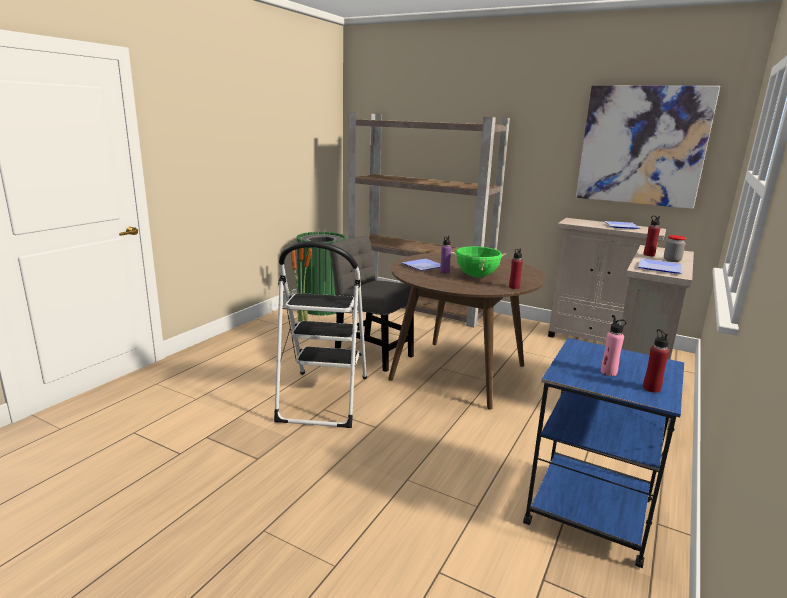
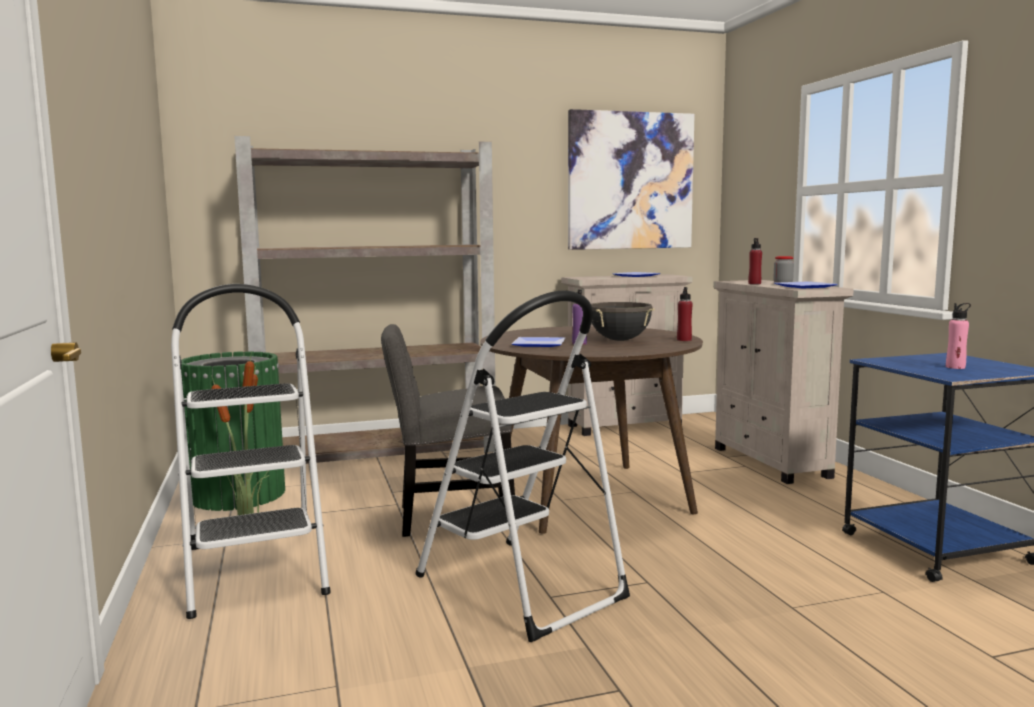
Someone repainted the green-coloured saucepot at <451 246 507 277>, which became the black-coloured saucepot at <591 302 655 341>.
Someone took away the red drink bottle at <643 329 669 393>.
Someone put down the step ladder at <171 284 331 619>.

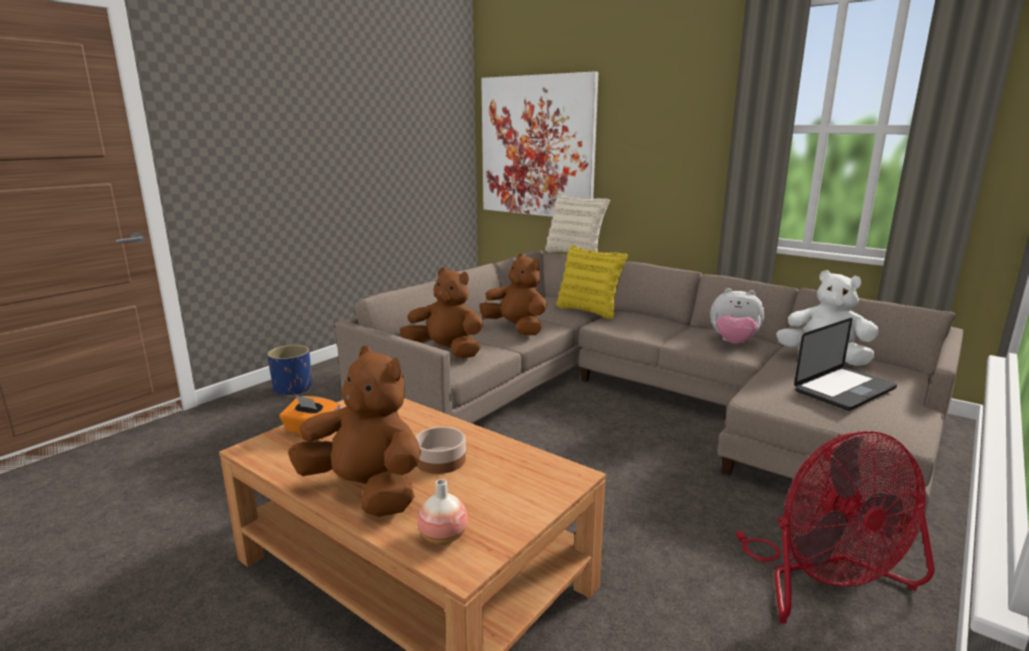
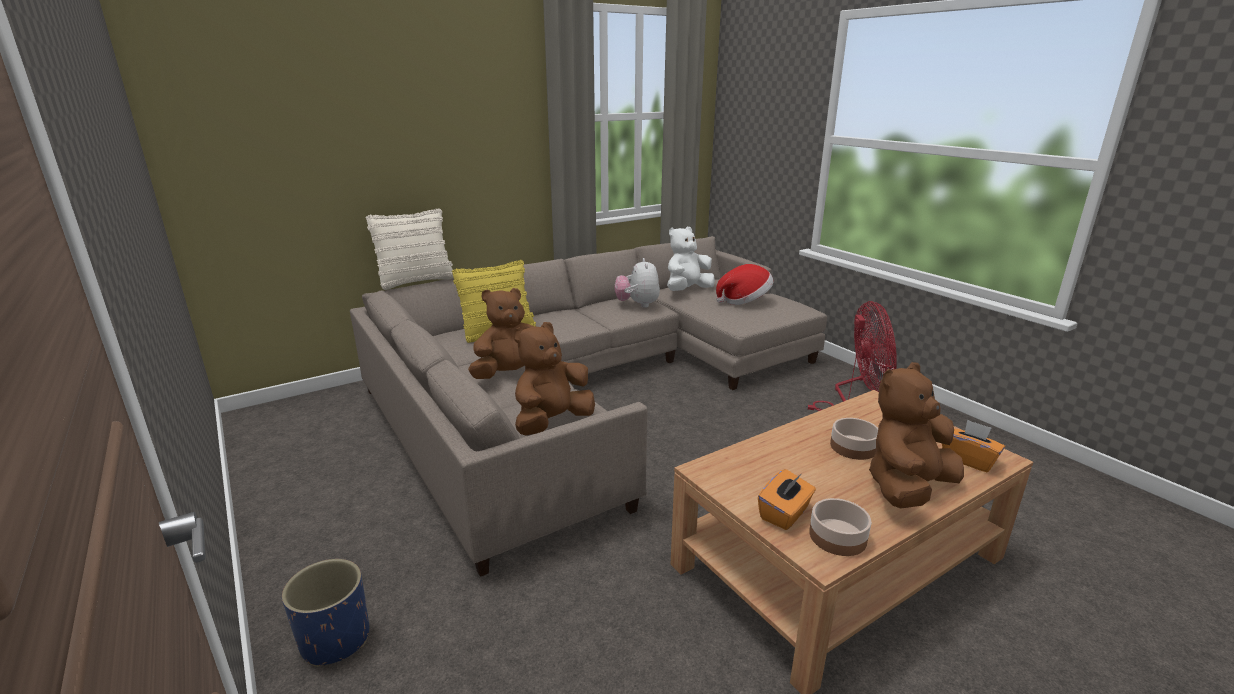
Someone swapped the decorative vase at <417 479 468 545> for the orange tissue holder at <942 419 1005 472>.
Someone took away the picture at <481 71 598 217>.
Someone rotated the plush toy at <710 288 764 344> by 135 degrees clockwise.
Someone swapped the notebook computer at <794 318 897 411> for the wearable hat at <716 264 773 305>.
Someone put down the serving bowl at <809 498 872 556>.

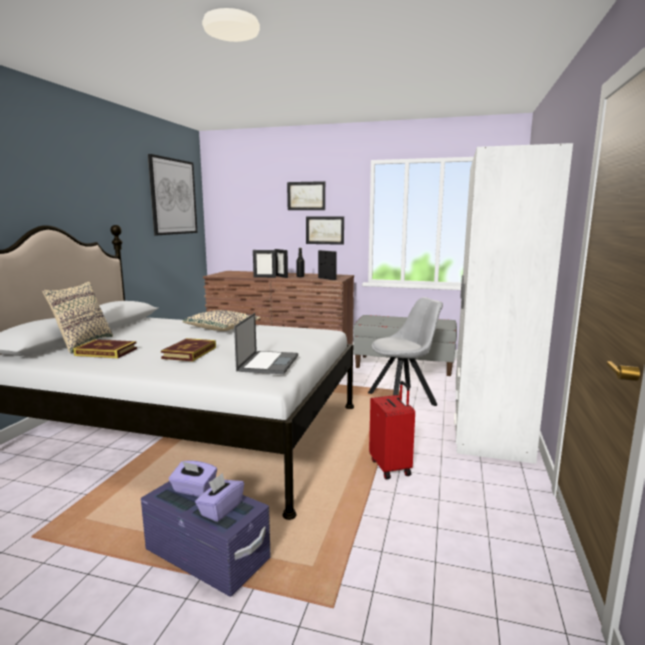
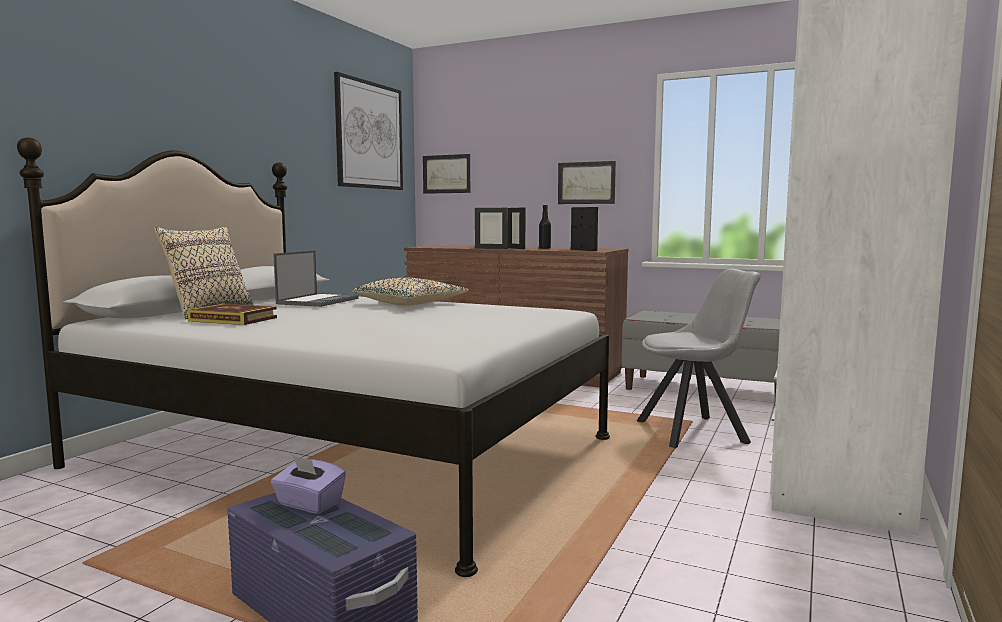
Someone took away the bound book at <161 338 216 361>.
Someone took away the purplish tissue holder at <195 473 244 522>.
Someone carried the notebook computer from <234 313 298 374> to <274 250 359 307>.
Someone carried the picture from <287 181 325 210> to <423 154 470 194>.
Someone took away the red suitcase at <369 381 415 479>.

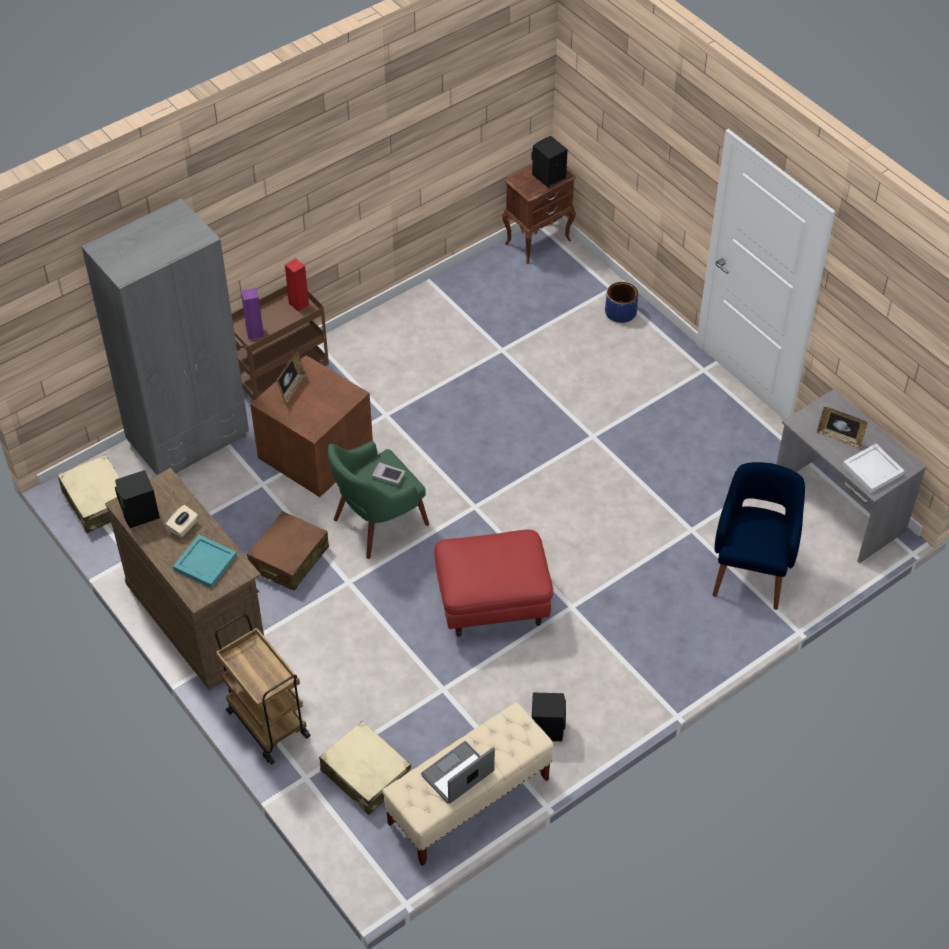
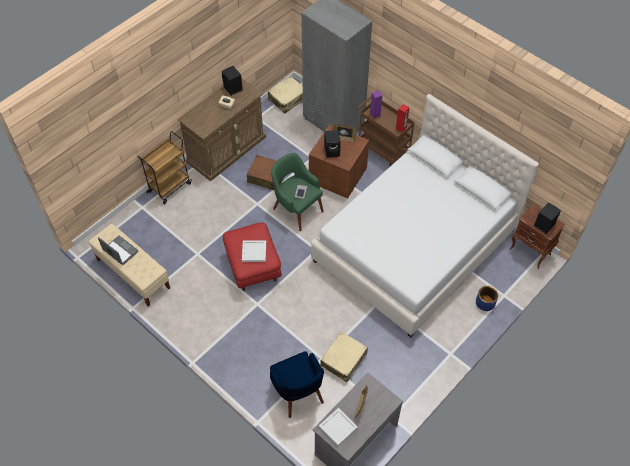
Someone took away the turquoise serving tray at <173 535 237 588>.
Someone carried the beige-coloured suitcase from <319 721 411 815> to <320 331 368 382>.
Someone carried the black-coloured speaker from <532 693 566 742> to <324 130 341 158>.
Someone rotated the bluish armchair at <712 462 805 610> by 60 degrees clockwise.
Someone put down the white serving tray at <242 240 266 262>.
Someone put down the white sleeping bed at <311 94 539 338>.

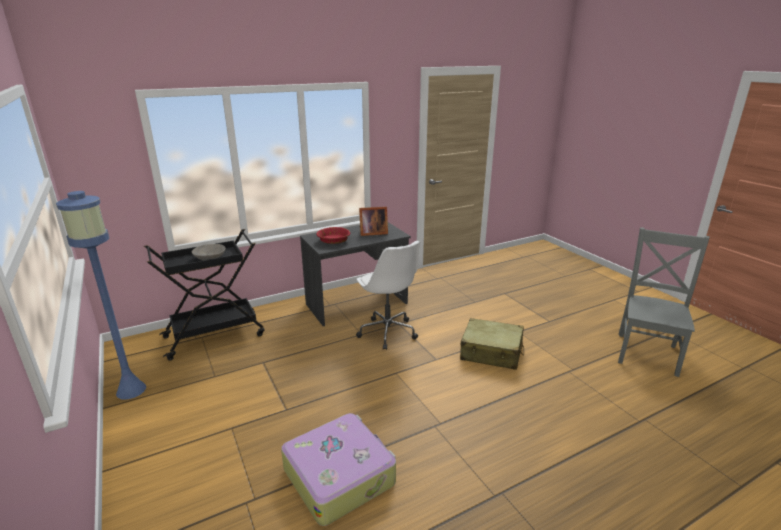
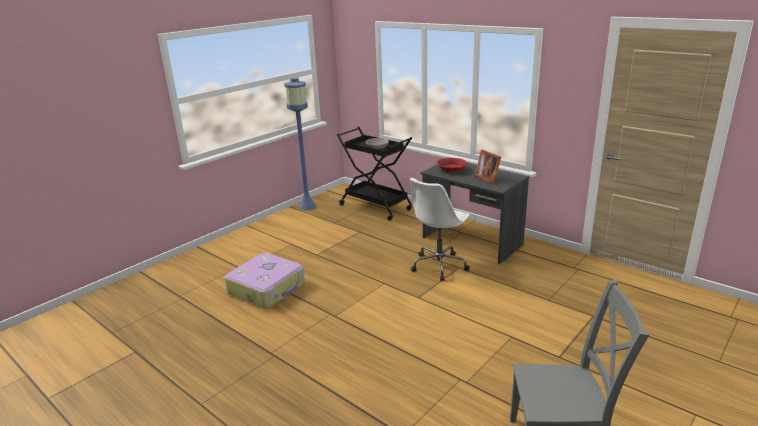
Someone took away the beige-coloured suitcase at <460 318 524 370>.

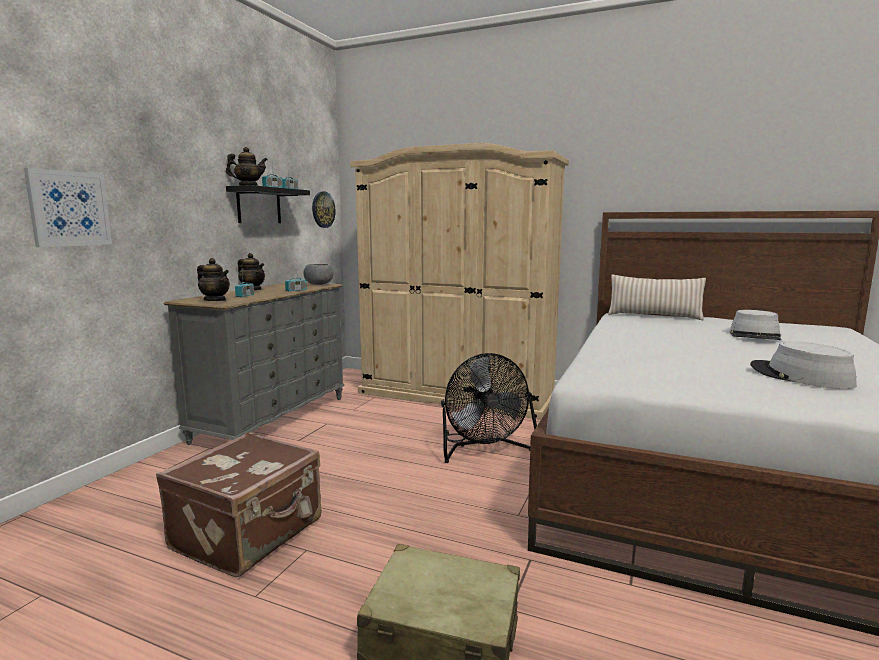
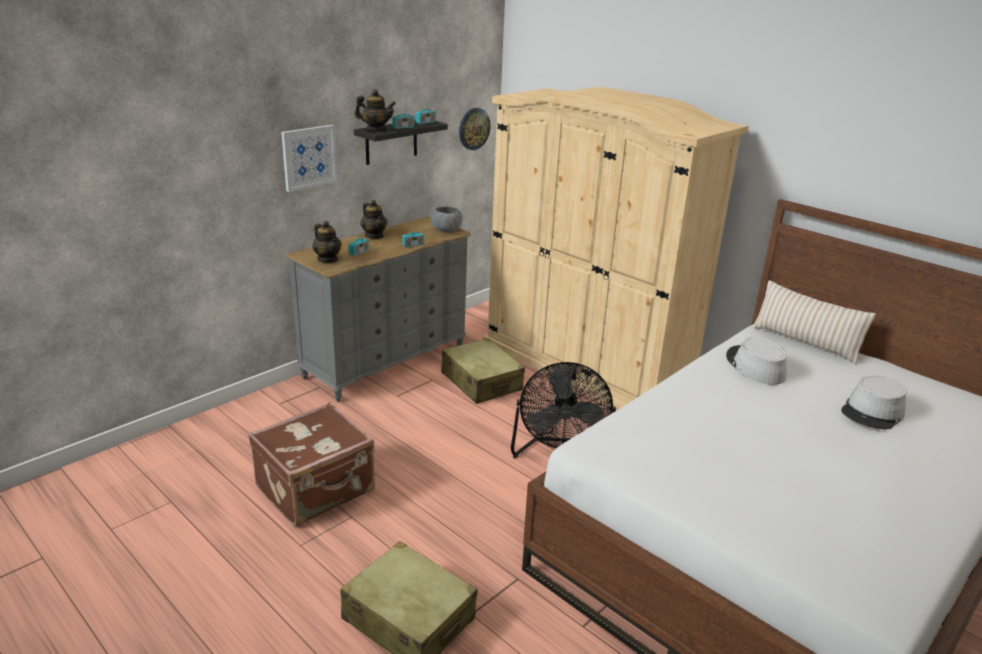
Someone carried the picture from <24 168 112 247> to <281 125 337 192>.
Someone carried the gray wearable hat from <750 341 857 389> to <726 337 787 385>.
Someone put down the beige-coloured suitcase at <441 338 525 404>.

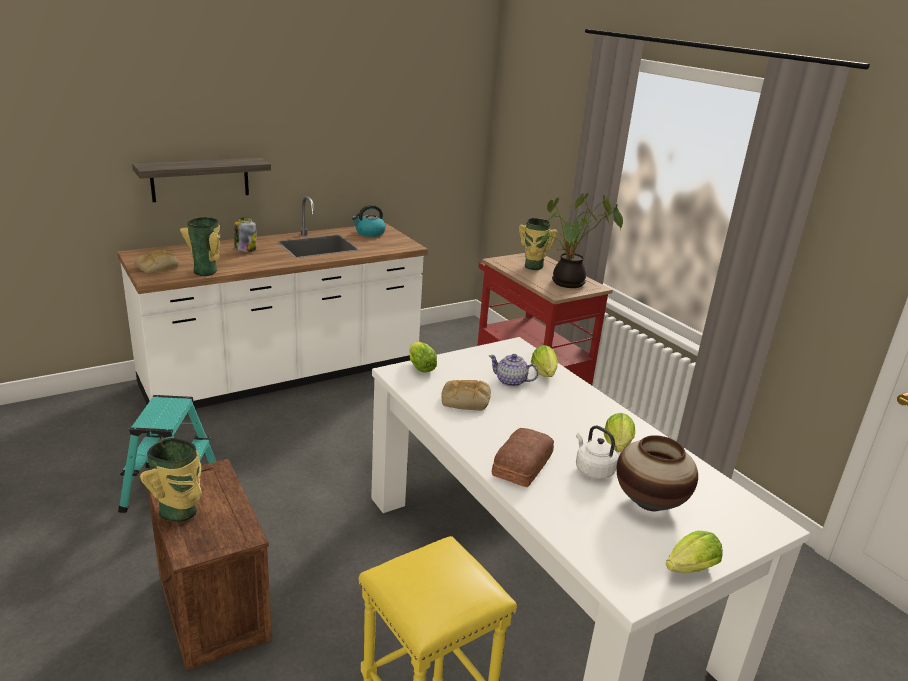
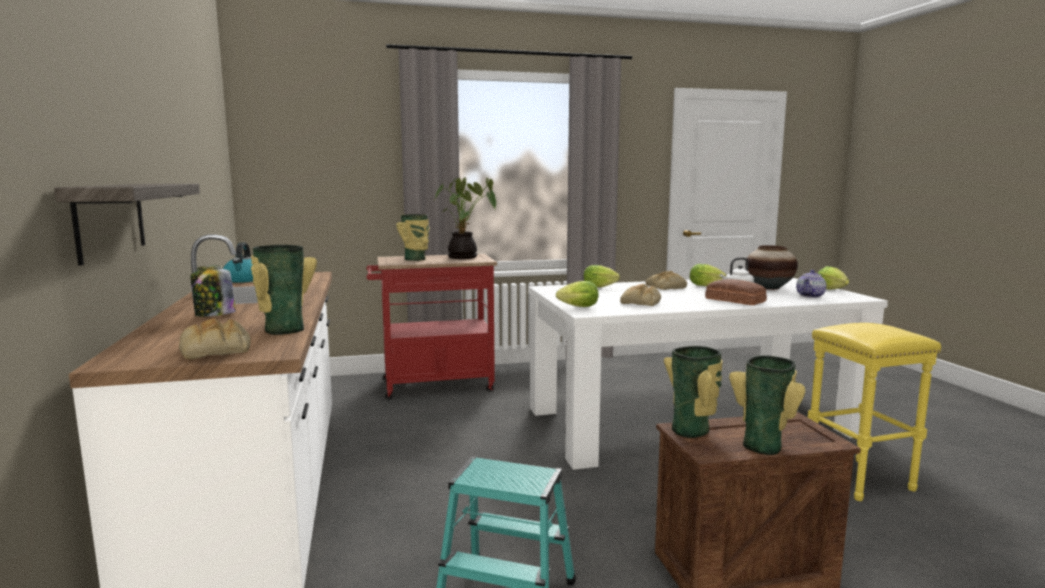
Someone carried the teapot from <489 354 539 387> to <796 270 826 298>.
Someone put down the bread at <645 271 687 290>.
Someone put down the decorative vase at <664 346 723 438>.

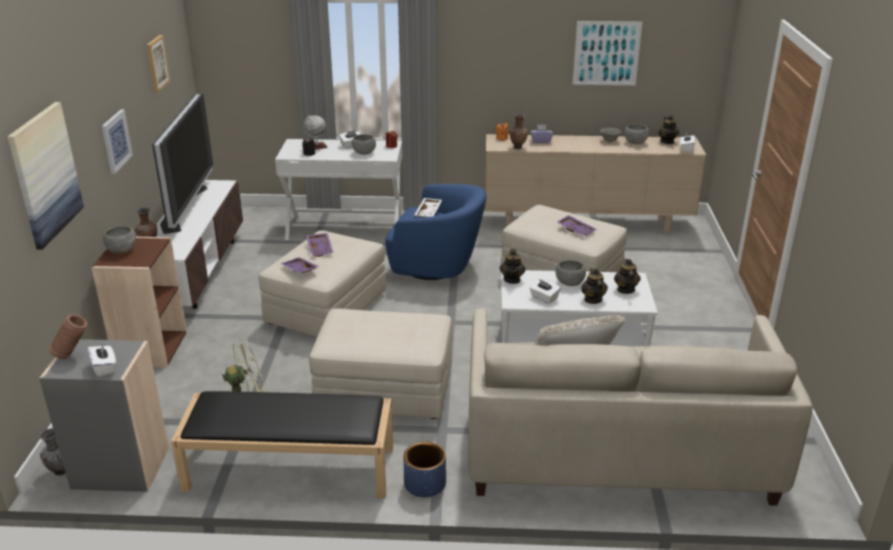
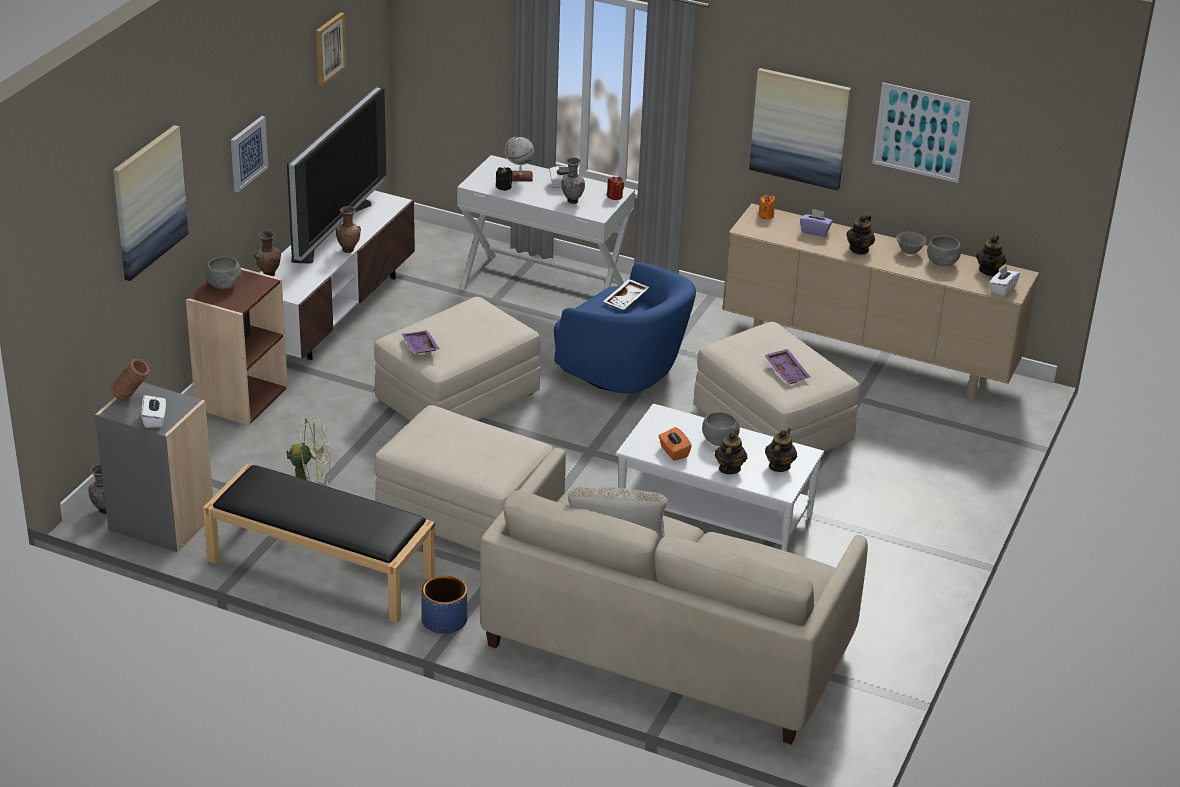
Someone took away the purplish serving tray at <306 233 333 257>.
Someone swapped the gray serving bowl at <352 134 376 155> for the gray decorative vase at <561 157 585 204>.
Someone carried the teapot from <500 249 525 284> to <846 214 875 255>.
Someone carried the brown-coloured decorative vase from <510 114 528 149> to <336 206 361 253>.
Someone repainted the white tissue holder at <530 279 561 304>, which became the orange tissue holder at <659 427 692 461>.
Someone put up the picture at <749 68 851 191>.

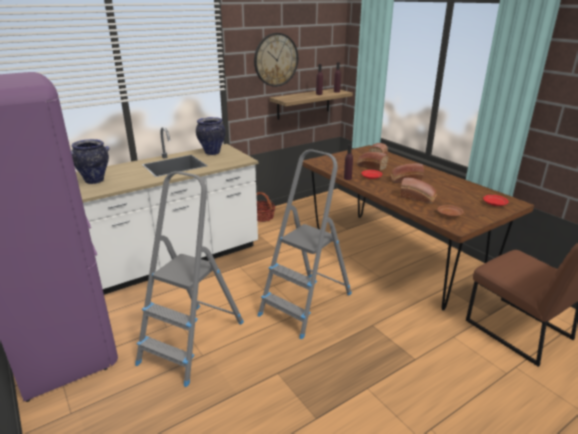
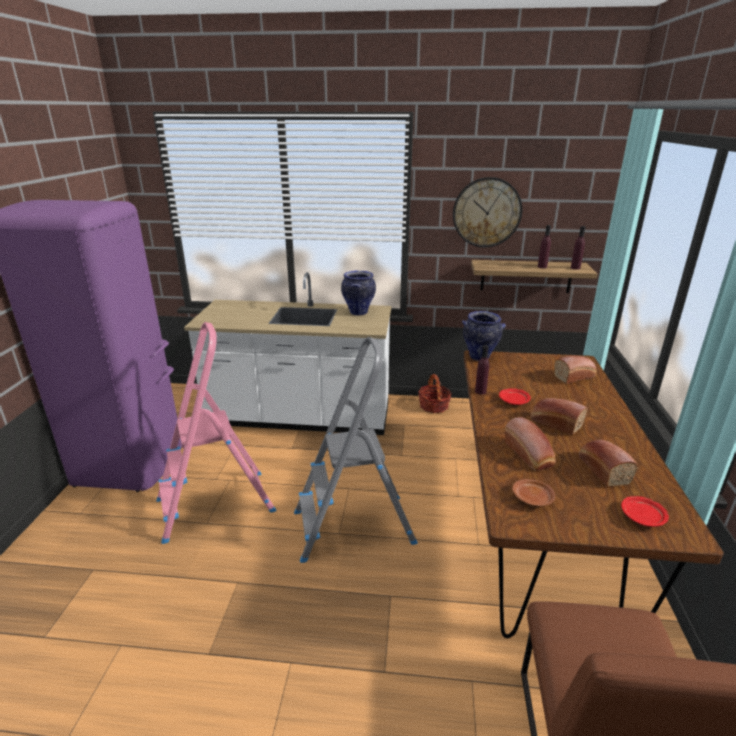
Someone carried the decorative vase from <71 139 109 184> to <462 311 506 361>.
Someone repainted the gray step ladder at <135 171 244 387>, which became the pinkish step ladder at <156 322 276 544>.
Someone carried the bread from <357 152 388 171> to <579 440 639 487>.

